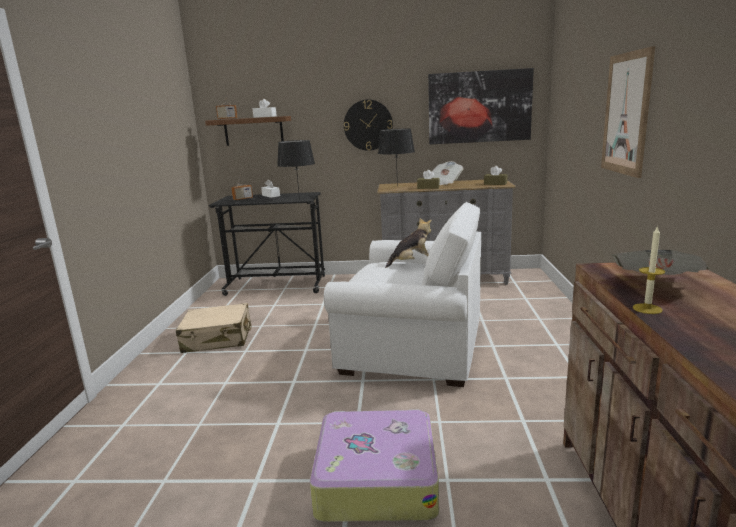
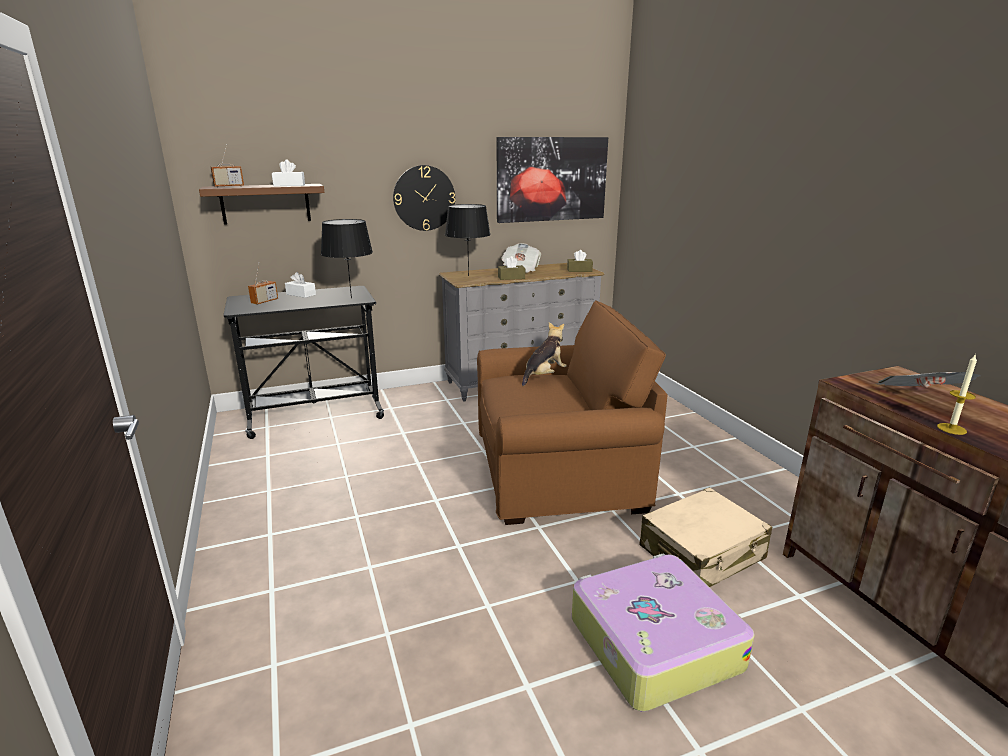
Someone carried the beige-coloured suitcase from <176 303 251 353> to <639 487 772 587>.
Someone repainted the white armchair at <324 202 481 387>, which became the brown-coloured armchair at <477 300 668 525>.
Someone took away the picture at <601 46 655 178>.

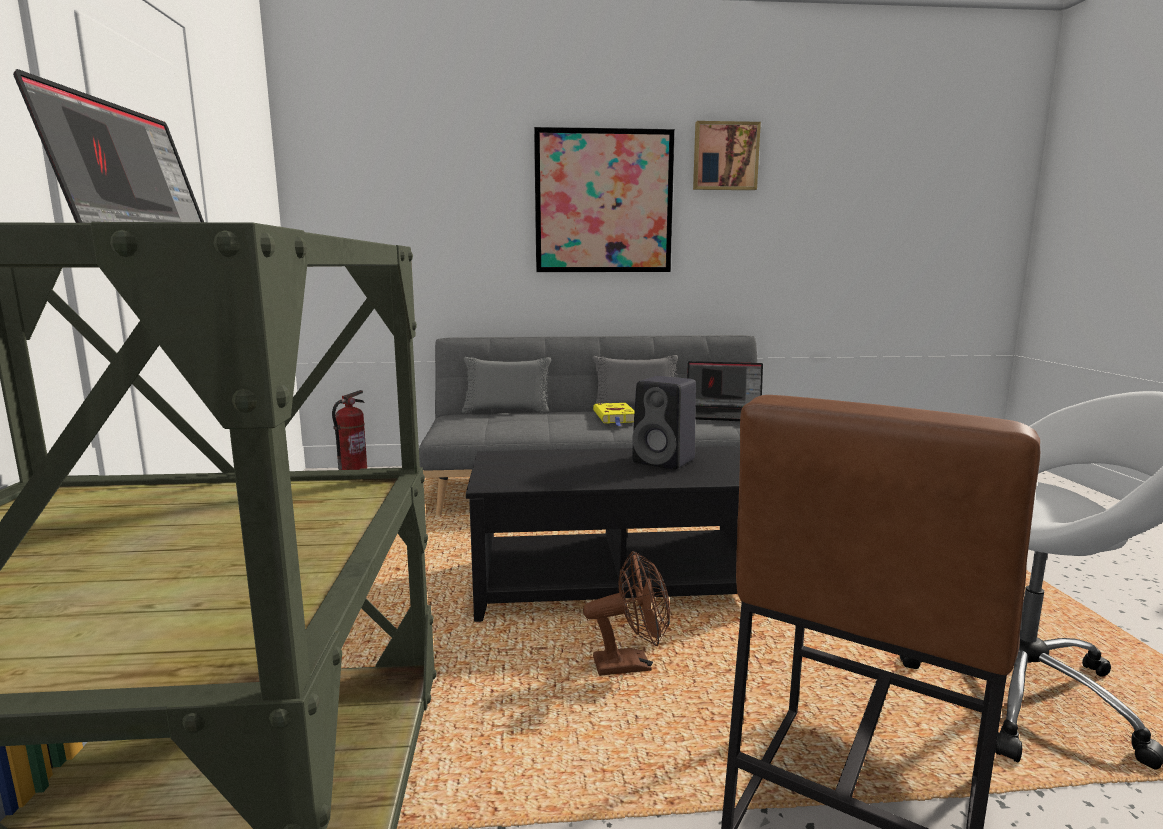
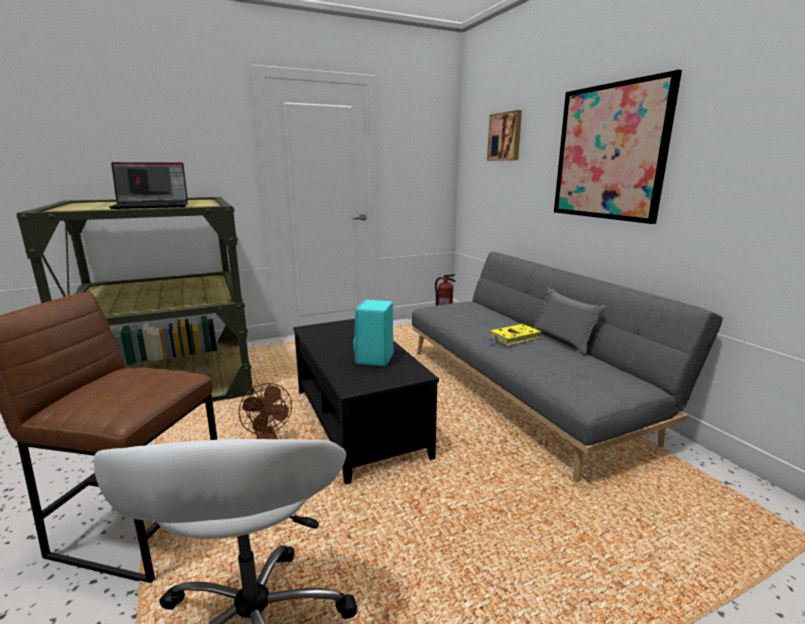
Someone took away the gray cushion at <462 357 551 414>.
Someone repainted the black-coloured speaker at <632 376 696 470>, which became the turquoise speaker at <353 300 394 367>.
Someone took away the notebook computer at <687 361 763 421>.
Someone carried the picture from <693 121 761 190> to <487 110 522 161>.

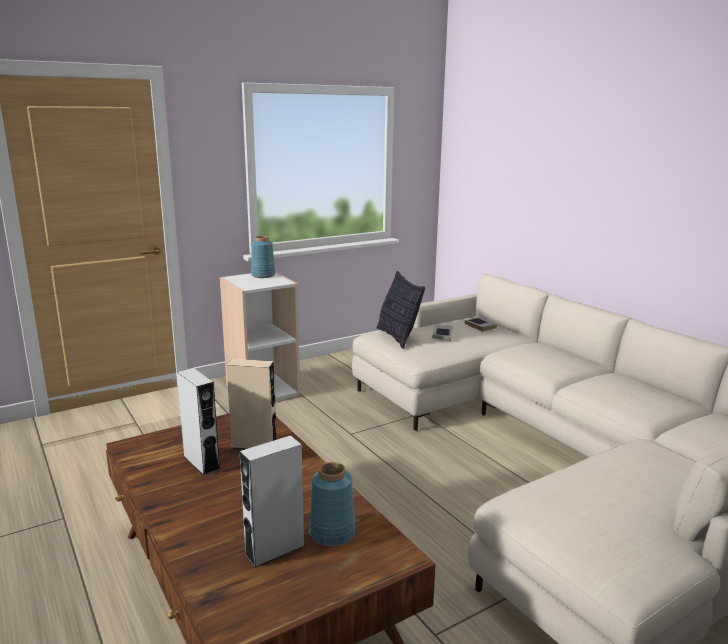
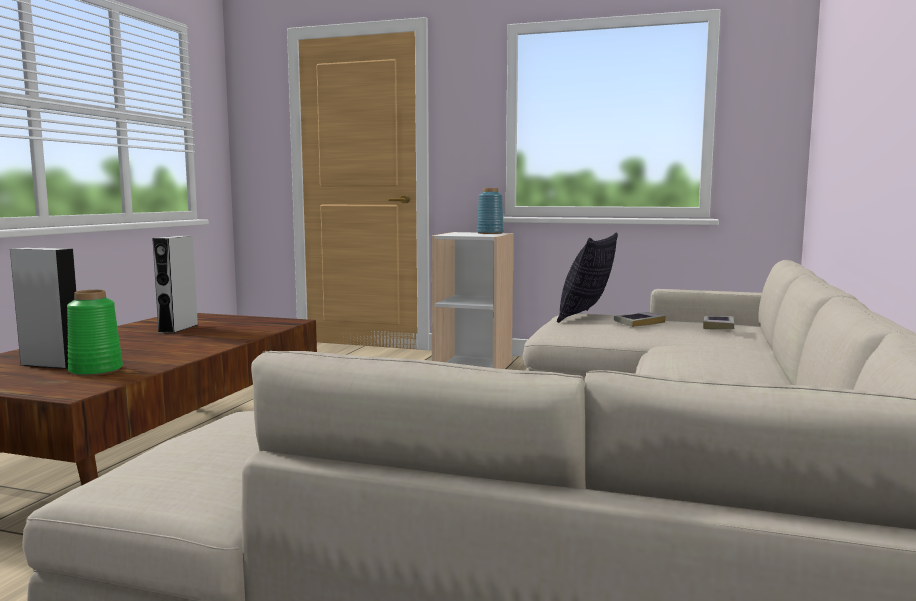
Someone took away the beige-coloured speaker at <227 359 277 449>.
Someone repainted the bluish decorative vase at <310 462 355 546>, which became the green-coloured decorative vase at <67 290 123 376>.

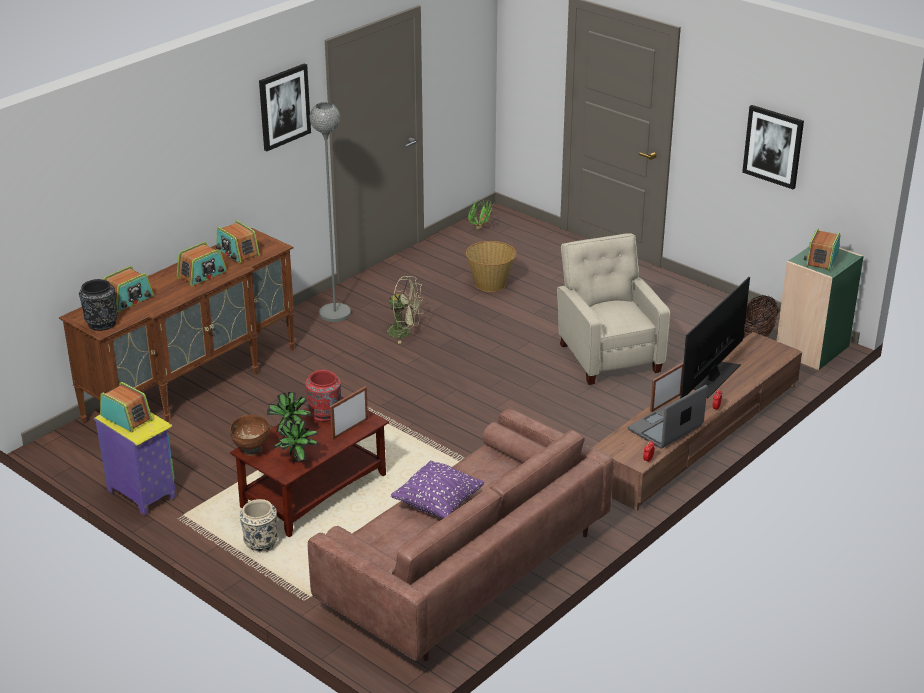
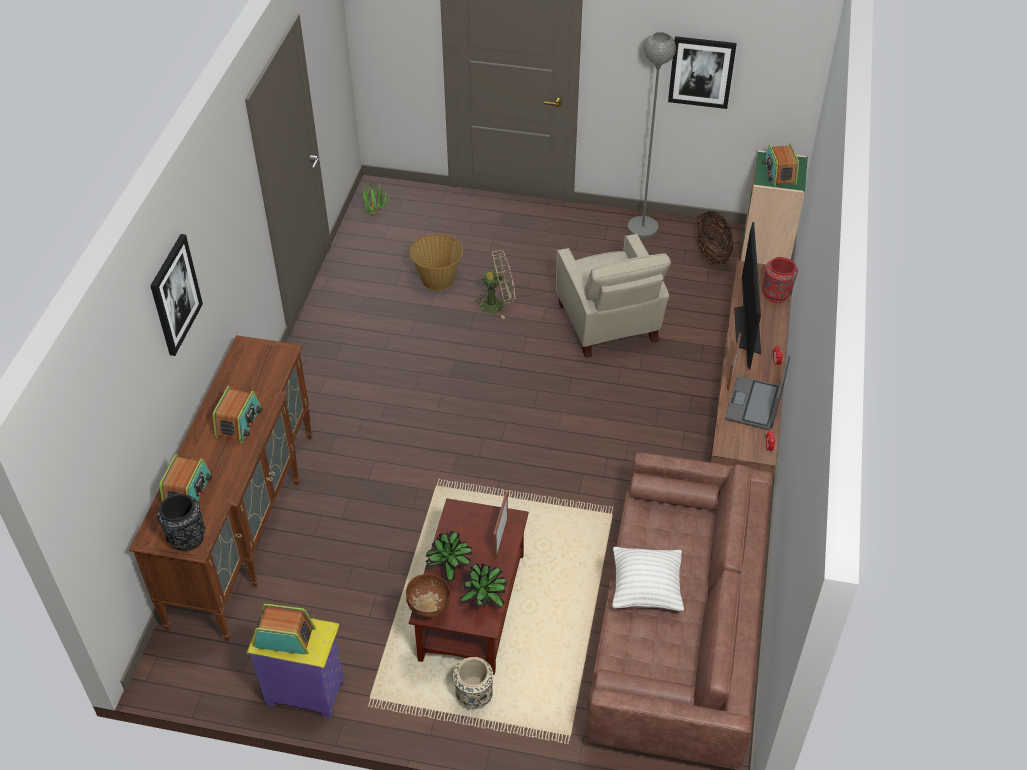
Someone took away the radio set at <216 220 260 263>.
Someone carried the picture from <259 64 311 151> to <150 234 203 356>.
Someone carried the red decorative vase from <305 370 341 421> to <762 257 798 303>.
Someone carried the gray standing lamp from <310 102 351 322> to <628 32 676 238>.
Someone carried the green-coloured fan from <384 276 424 344> to <472 250 515 319>.
Someone repainted the purplish cushion at <391 461 485 518>, which became the white cushion at <612 547 684 611>.
Someone rotated the beige-coloured armchair at <557 233 670 385> by 150 degrees counterclockwise.

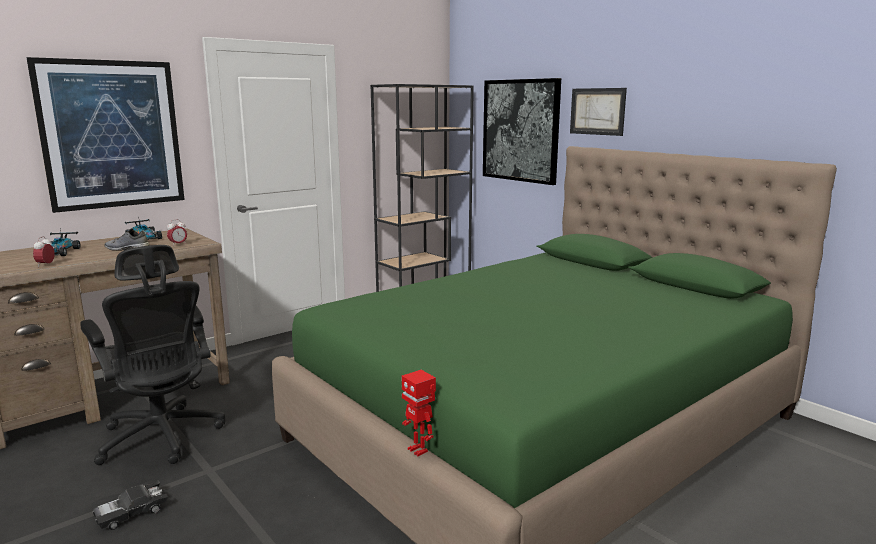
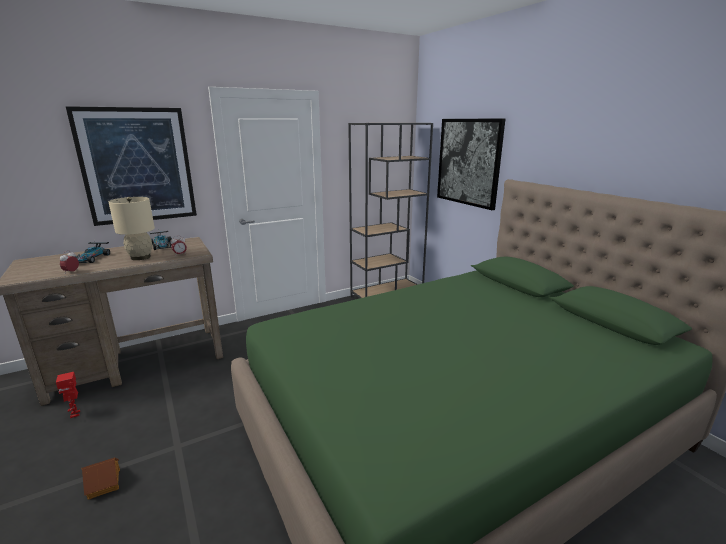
Someone took away the computer chair at <80 245 225 465>.
Someone swapped the black-coloured toy car at <91 480 168 530> for the toy house at <81 457 120 500>.
Someone swapped the gray item of footwear at <104 228 150 251> for the beige-coloured table lamp at <109 197 155 260>.
Someone carried the toy robot from <402 370 436 457> to <56 372 80 418>.
Someone took away the picture at <570 88 627 136>.

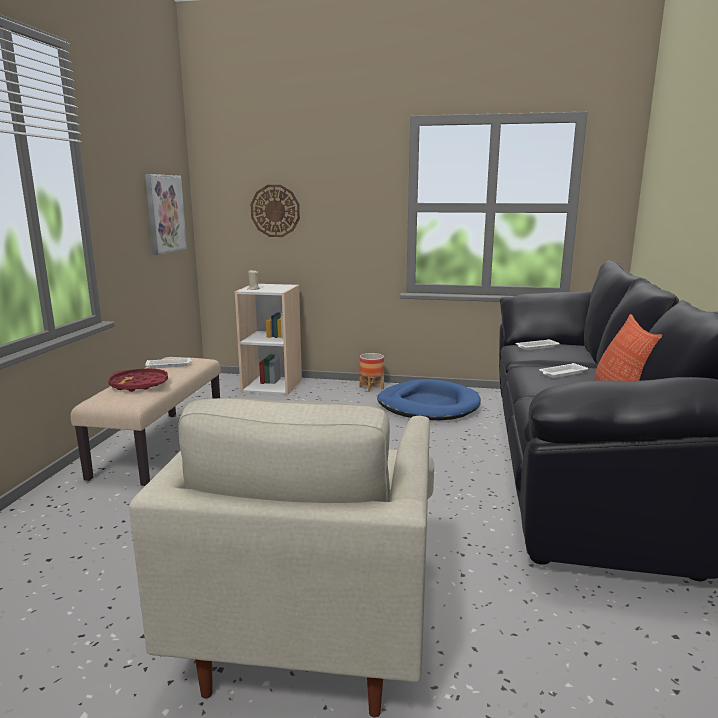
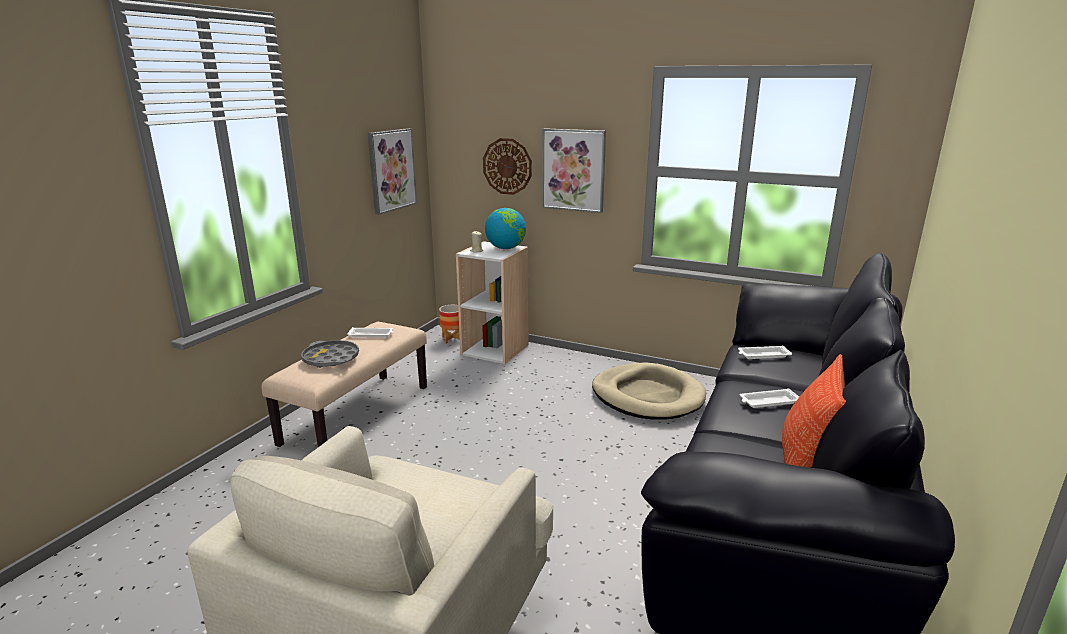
Someone repainted the red serving tray at <108 368 168 392>, which became the gray serving tray at <301 340 359 368>.
Someone carried the plant pot from <360 353 384 392> to <439 305 460 344>.
Someone repainted the bluish pet bed at <377 379 481 420>, which became the beige-coloured pet bed at <592 362 706 420>.
Someone put down the globe at <485 208 526 249>.
Someone put up the picture at <542 128 606 213>.

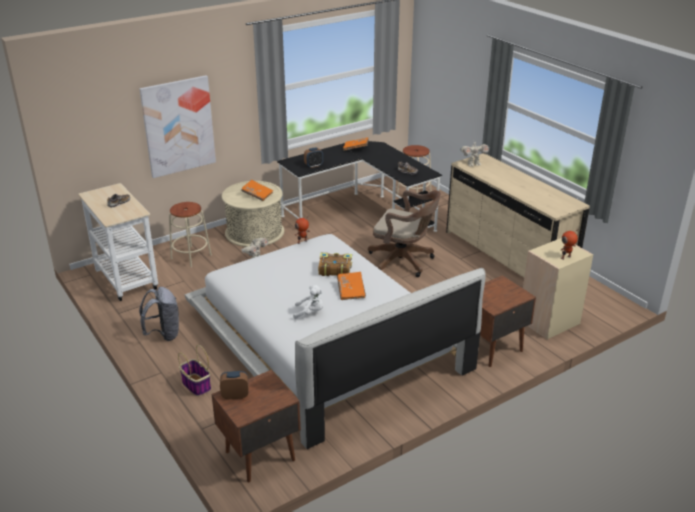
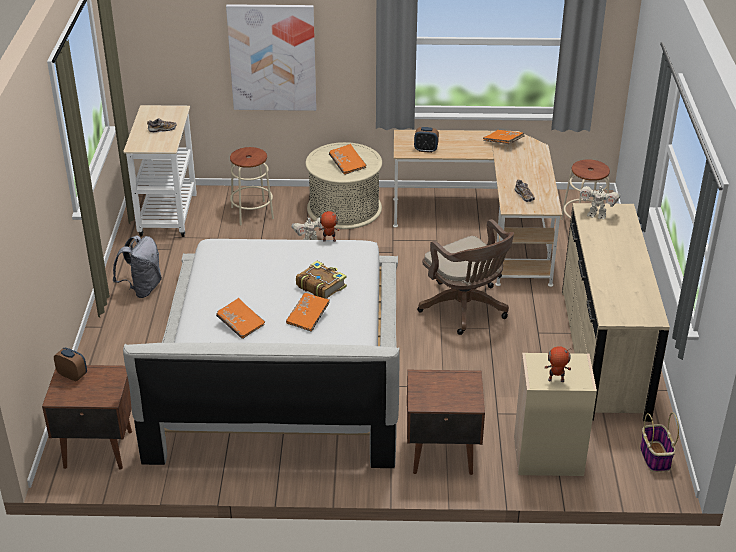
Someone carried the household basket from <178 345 211 396> to <640 412 679 472>.
Someone repainted the black-coloured desk unit at <277 141 442 232>, which became the beige-coloured desk unit at <393 130 562 287>.
Someone swapped the white plush toy at <293 285 323 319> for the orange bound book at <216 298 265 339>.

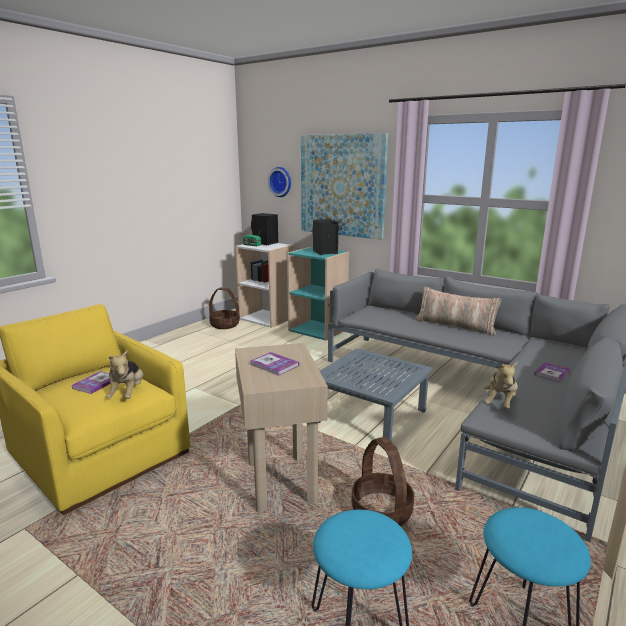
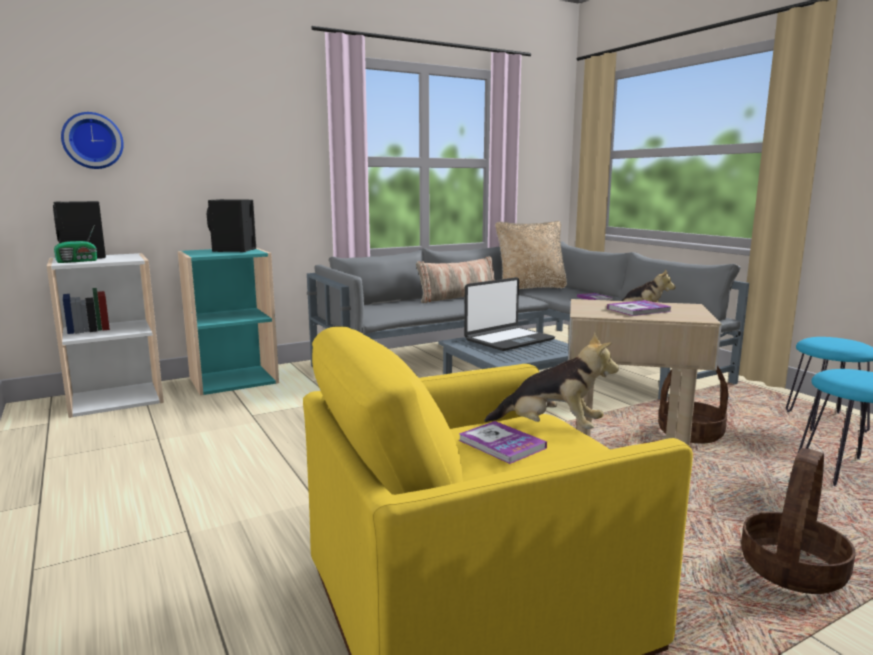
Someone carried the household basket from <209 288 239 329> to <741 448 856 594>.
Someone took away the picture at <301 133 388 240>.
Someone put down the notebook computer at <464 277 555 351>.
Someone put down the beige-coloured cushion at <495 221 567 289>.

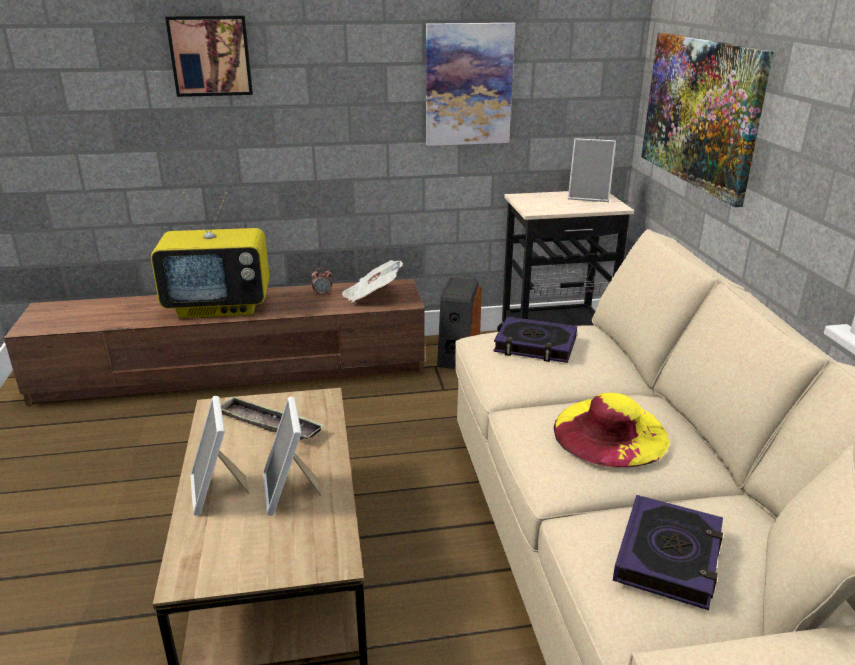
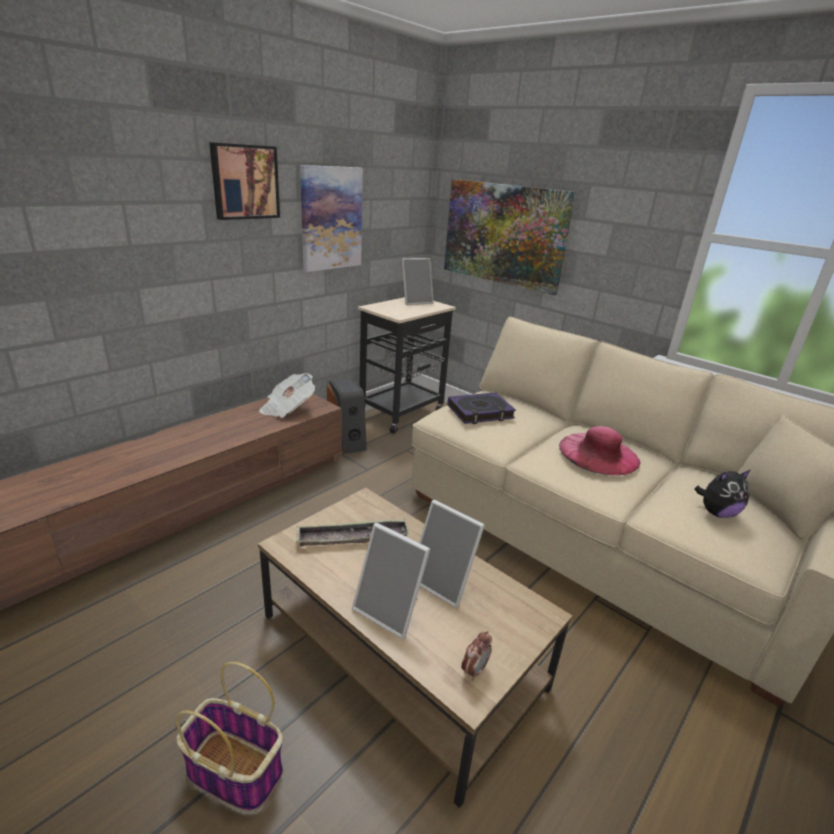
Someone took away the TV at <151 192 269 318>.
Someone carried the picture from <165 15 253 97> to <209 142 280 220>.
Someone carried the bedside clock from <312 268 332 296> to <461 631 492 681>.
Someone repainted the yellow wearable hat at <554 393 670 467>, which became the pinkish wearable hat at <559 426 640 476>.
Someone swapped the bound book at <613 495 723 610> for the plush toy at <694 470 750 518>.
Someone put down the household basket at <176 662 283 812>.

